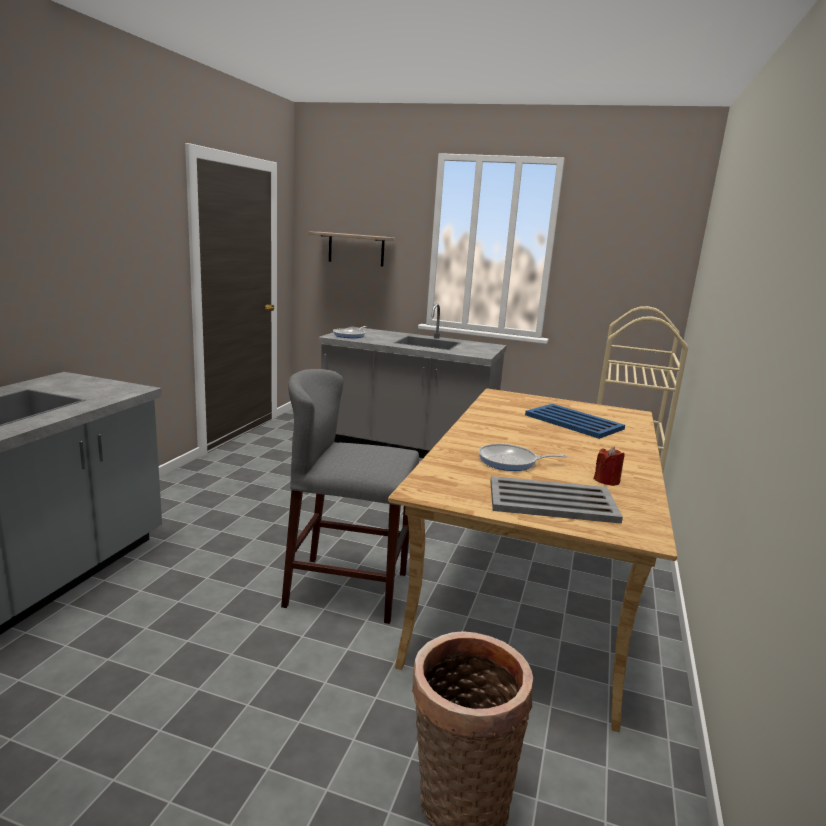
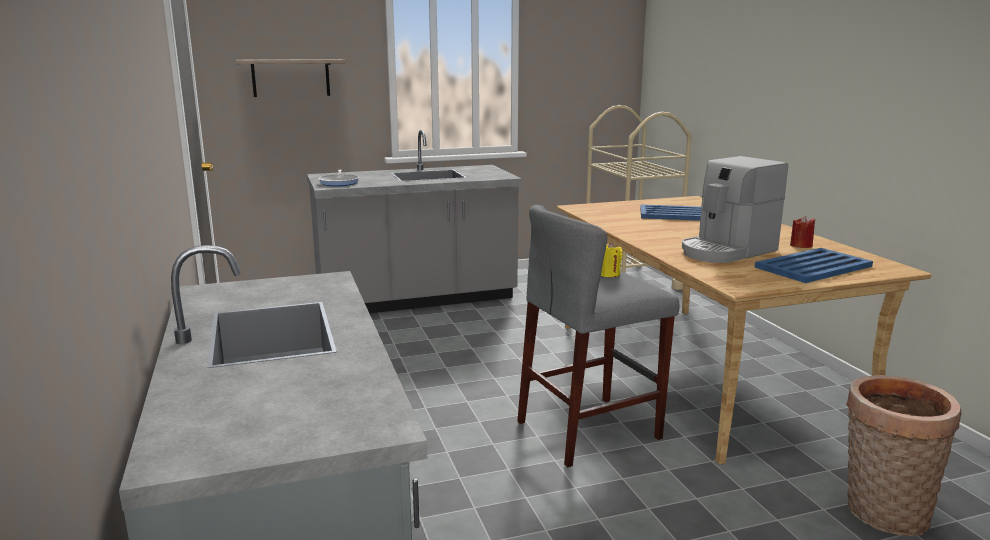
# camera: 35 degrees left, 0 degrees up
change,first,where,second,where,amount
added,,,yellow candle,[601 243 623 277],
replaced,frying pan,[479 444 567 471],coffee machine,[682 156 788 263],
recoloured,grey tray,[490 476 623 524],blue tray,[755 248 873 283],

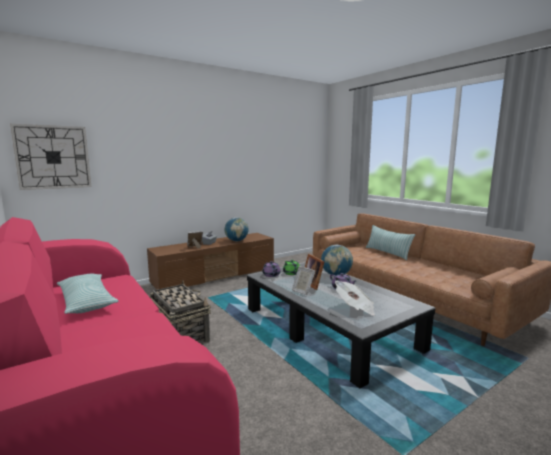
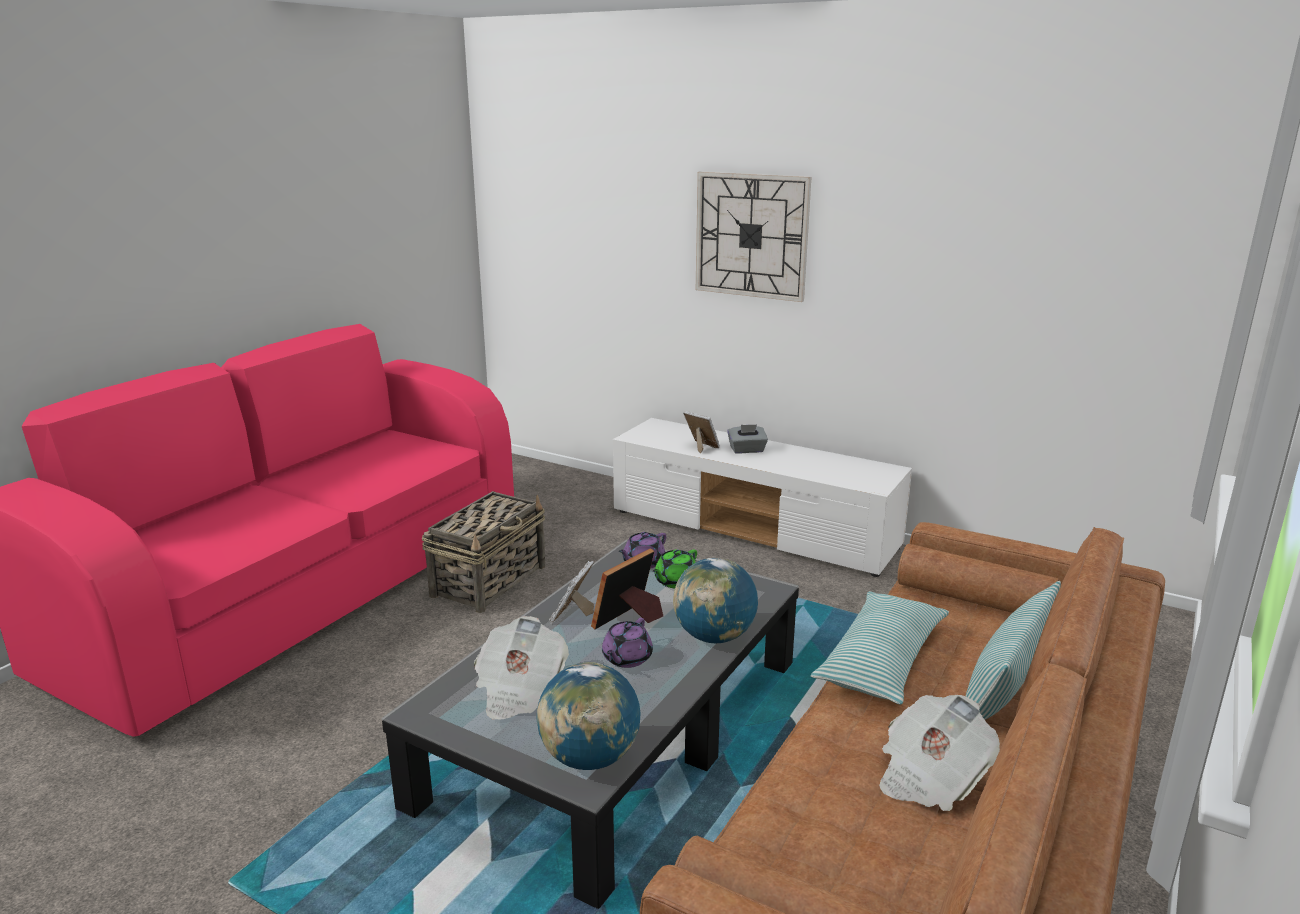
# camera: 65 degrees right, 10 degrees up
change,first,where,second,where,amount
moved,globe,[224 217 249 241],,[537 662 640 770],
recoloured,brown tv stand,[147 233 274 290],white tv stand,[613 418 912 577],
moved,wall clock,[10 124 91 190],,[696 171 811 302],
moved,pillow,[57 274 119 314],,[810 591 949 705],
added,,,newspaper,[879 695 1000 811],

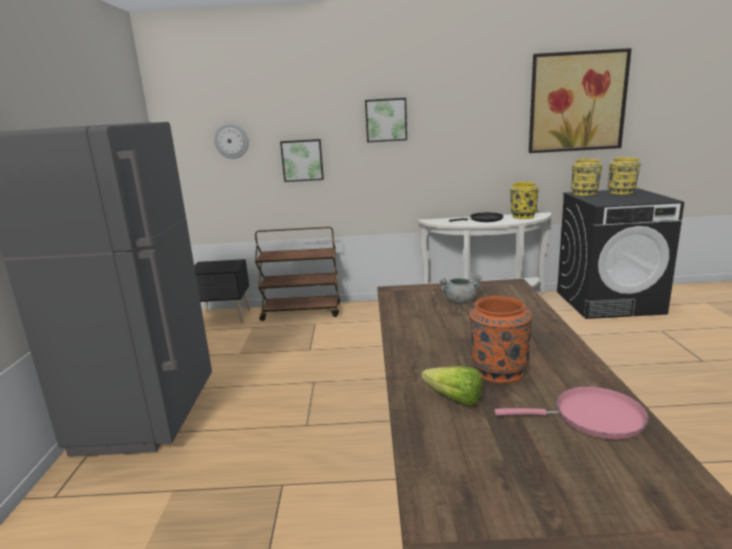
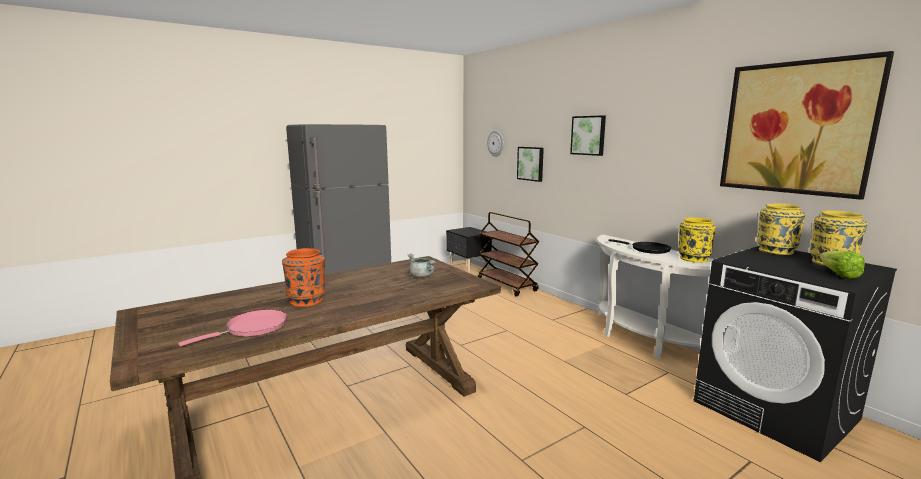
# camera: 55 degrees right, 5 degrees down
change,first,where,second,where,amount
turned,pink frying pan,[495 386 649 439],,[178 310 287 346],105 degrees counterclockwise
moved,lettuce,[422 366 483 406],,[820 251 865 279],

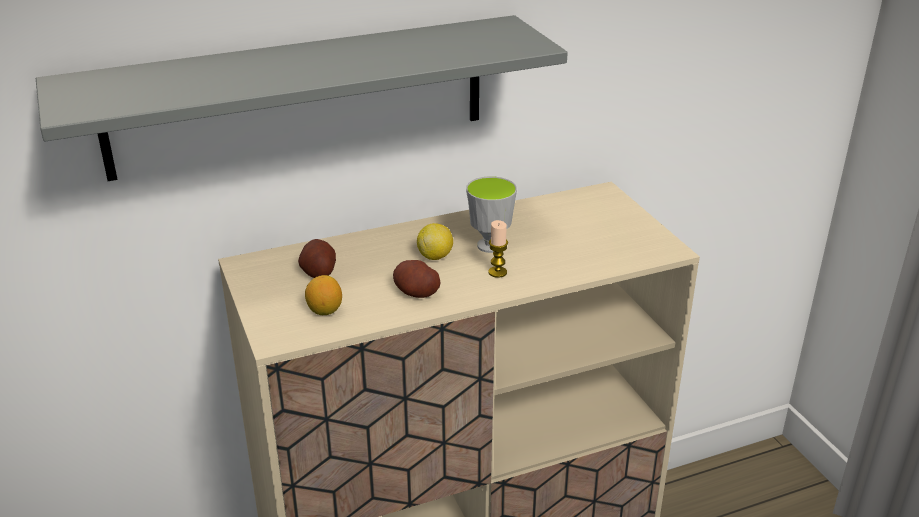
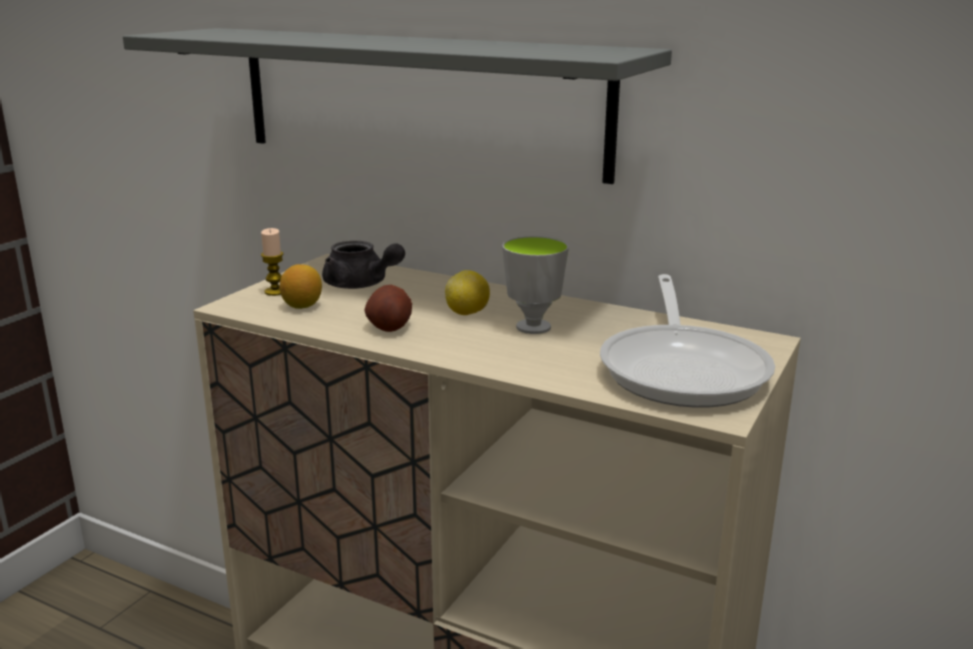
# camera: 50 degrees right, 10 degrees down
change,first,where,second,where,amount
moved,candle,[488 220 508 278],,[261 228 283 296],
replaced,potato,[298 239 336 278],grey teapot,[322 241 405 289],
added,,,frying pan,[600 274 775 408],

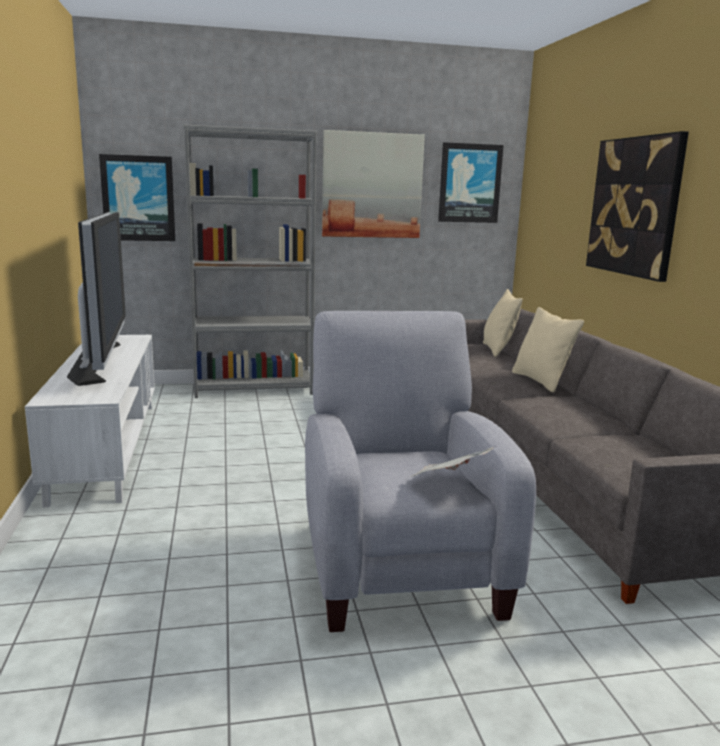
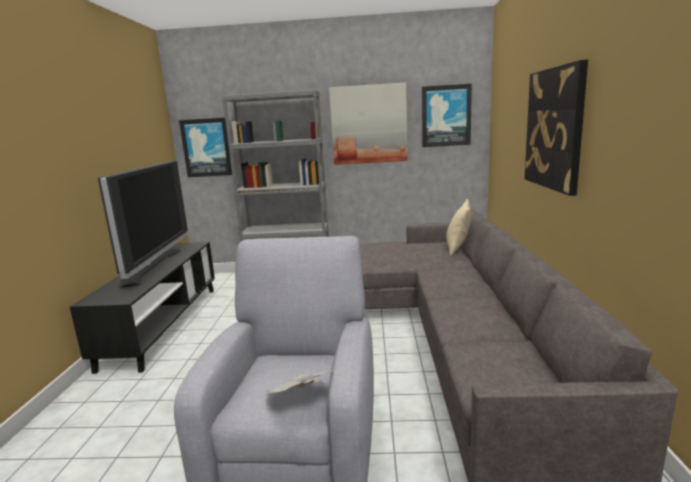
# camera: 15 degrees right, 0 degrees up
change,first,where,second,where,amount
recoloured,white tv stand,[25 335 155 507],black tv stand,[70 242 215 374],
removed,beige pillow,[512 307 584 392],,,

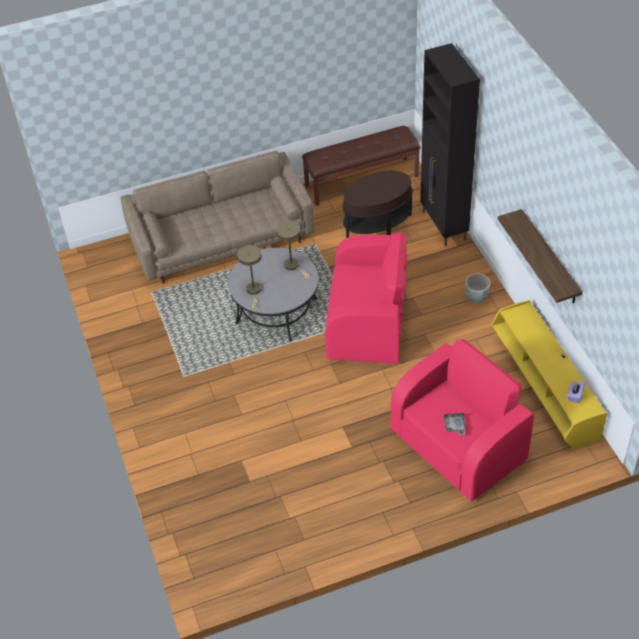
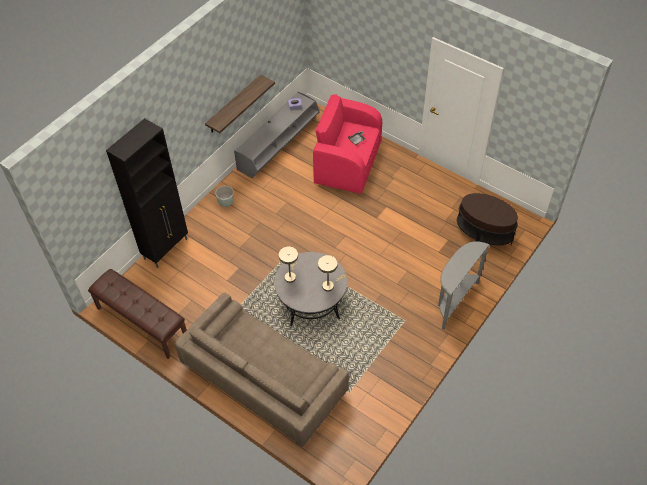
# camera: 125 degrees left, 5 degrees up
change,first,where,second,where,amount
recoloured,yellow tv stand,[492 300 607 450],grey tv stand,[234 91 320 179],
added,,,grey console table,[438 241 490 330],
moved,brown side table,[342 171 413 238],,[457 193 518 245],
removed,pink armchair,[325 232 408 364],,,

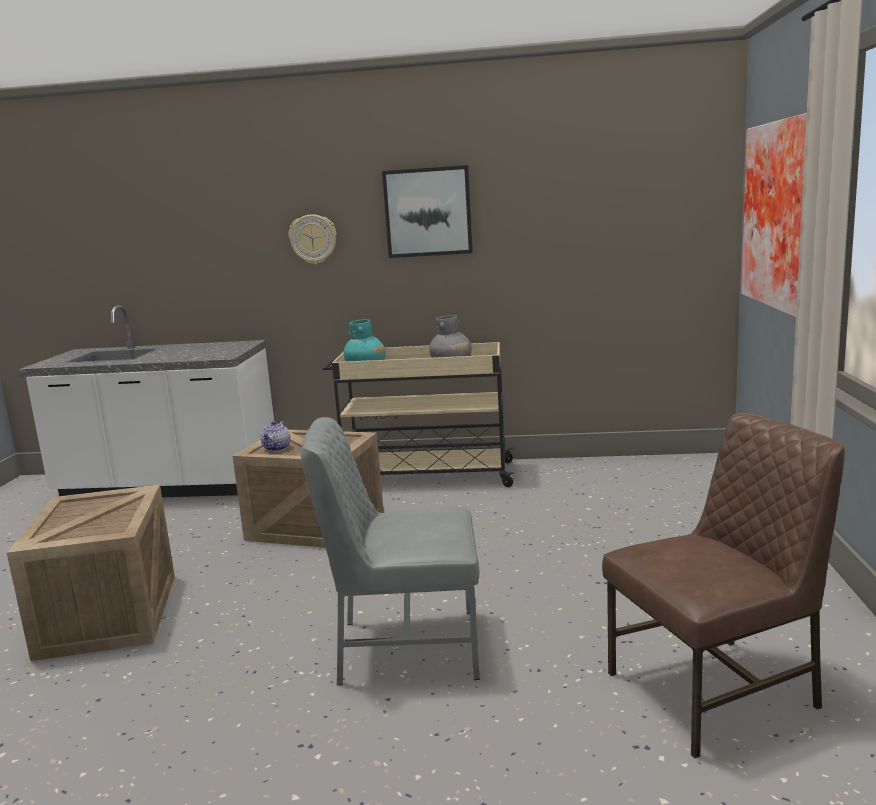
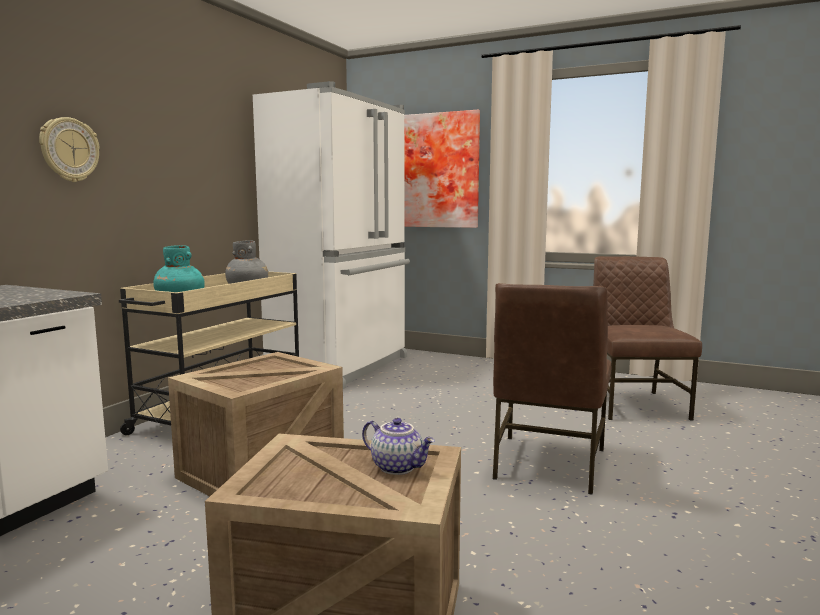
# camera: 70 degrees left, 5 degrees down
change,first,where,second,where,amount
added,,,white fridge,[253 81 410 389],
moved,teapot,[261 421 291 452],,[362 418 435 475],
recoloured,grey chair,[301 417 480 685],brown chair,[493 283 611 495],
removed,picture,[382 165 473 258],,,

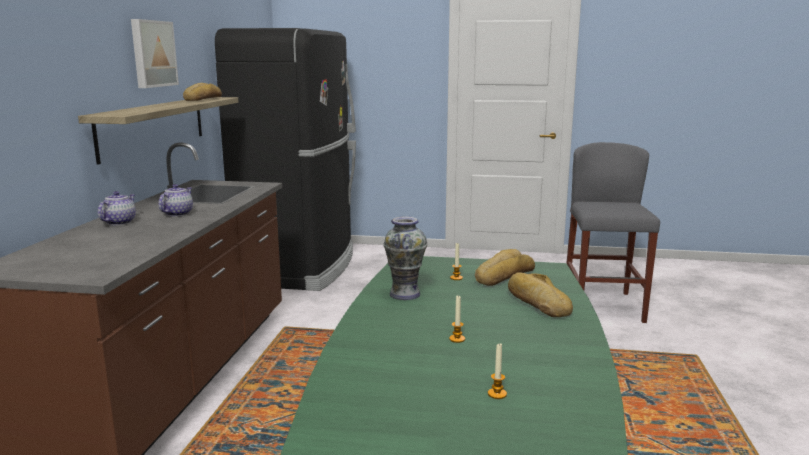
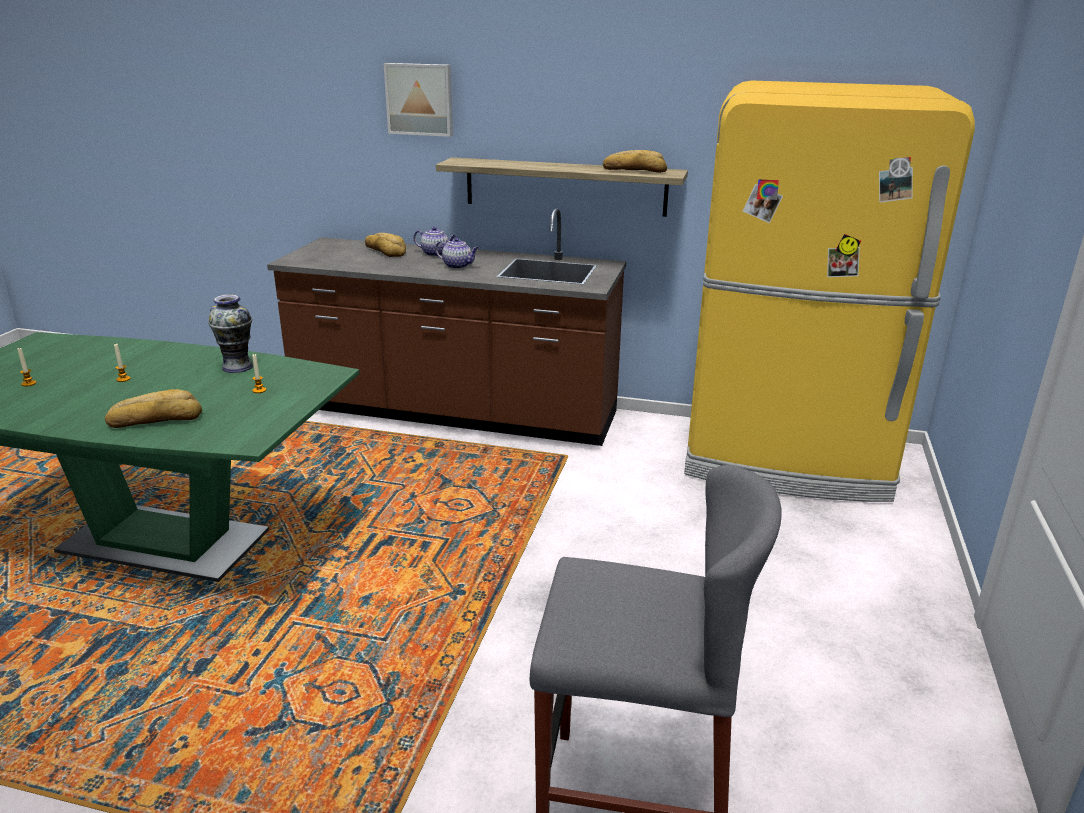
# camera: 95 degrees right, 10 degrees up
change,first,where,second,where,amount
moved,bread,[475 249 535 286],,[365 233 406 257],
moved,picture,[131 19 179 88],,[384 63 453 137],
recoloured,black fridge,[215 28 356 291],yellow fridge,[684 81 975 502],

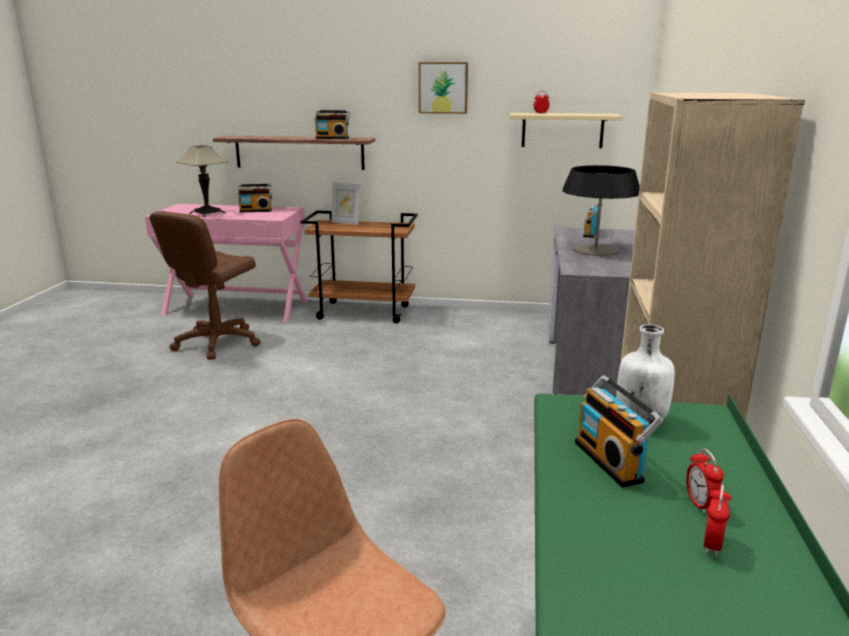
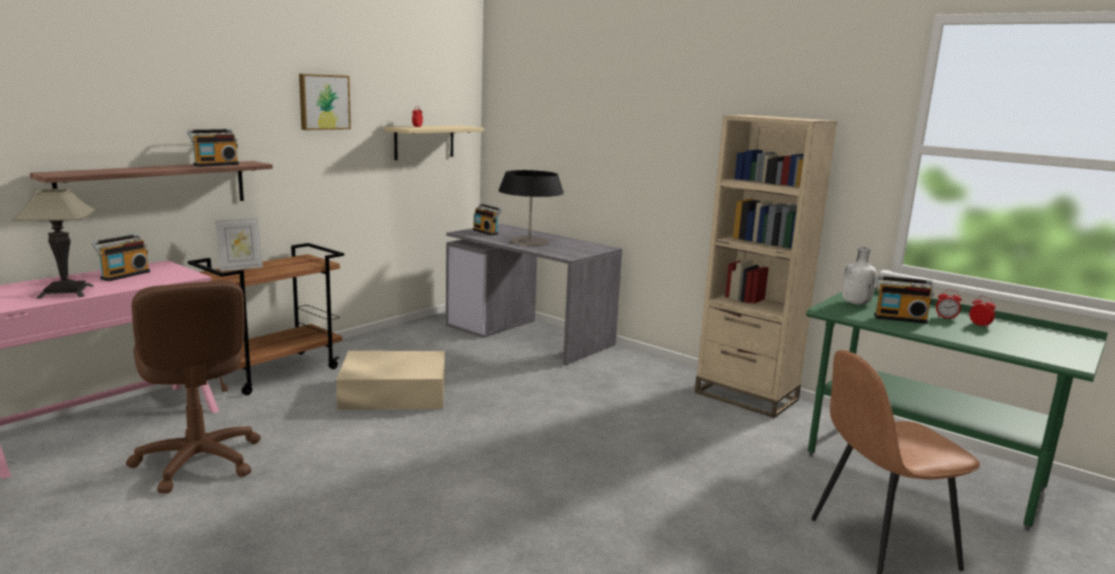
# camera: 60 degrees left, 5 degrees down
change,first,where,second,where,amount
added,,,beige storage box,[336 351 445 410],

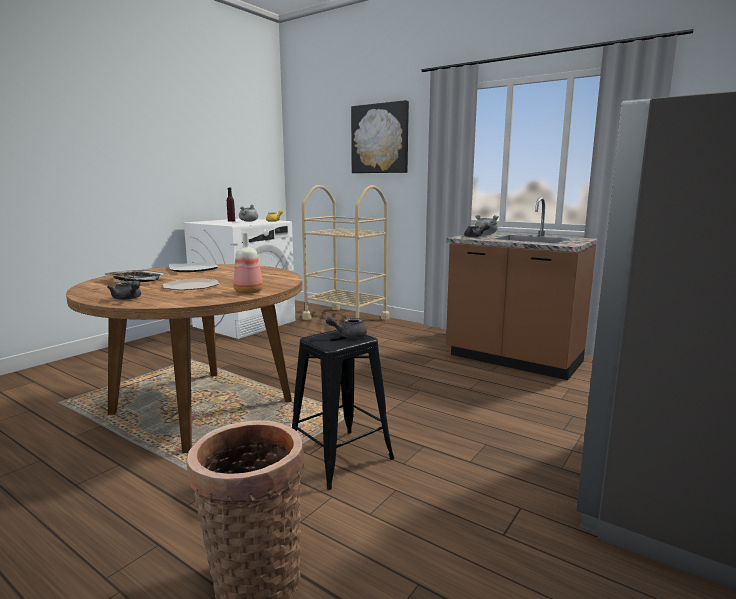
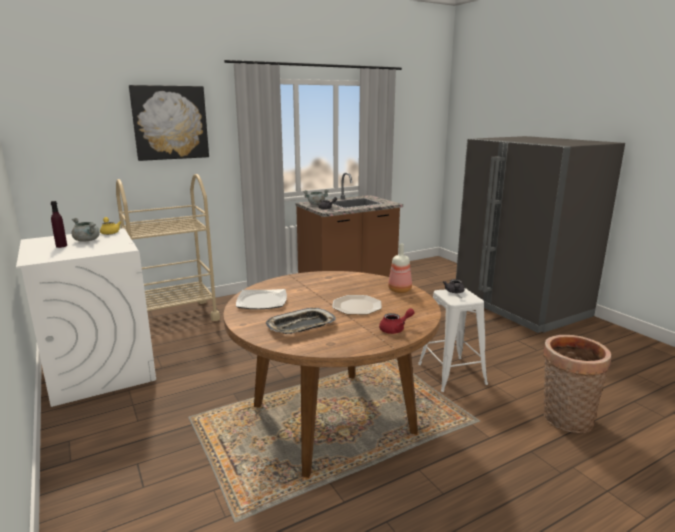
# camera: 65 degrees left, 5 degrees up
change,first,where,second,where,amount
recoloured,grey teapot,[107 281 141 300],red teapot,[379 308 415 334],
recoloured,black stool,[292 330 395 490],white stool,[418 288 488 392],

